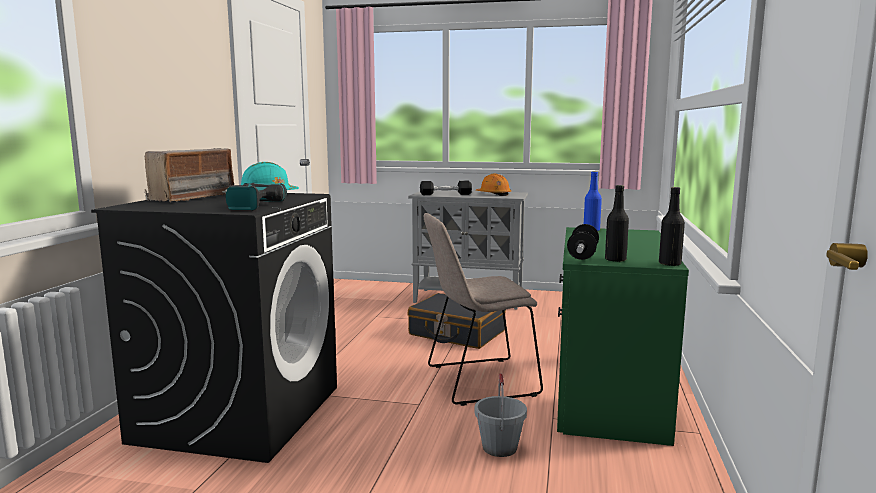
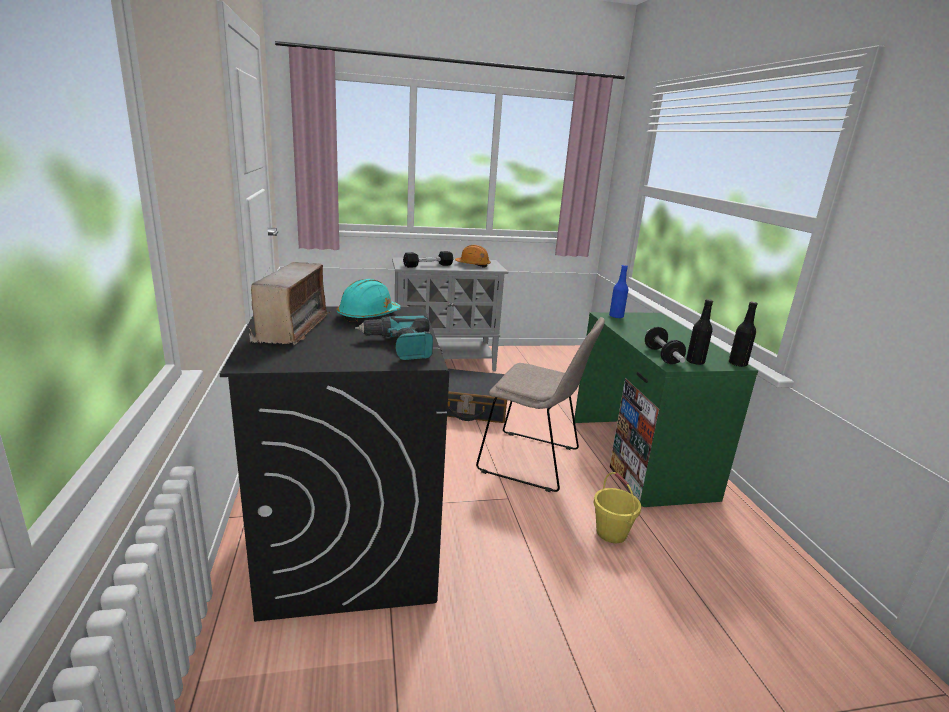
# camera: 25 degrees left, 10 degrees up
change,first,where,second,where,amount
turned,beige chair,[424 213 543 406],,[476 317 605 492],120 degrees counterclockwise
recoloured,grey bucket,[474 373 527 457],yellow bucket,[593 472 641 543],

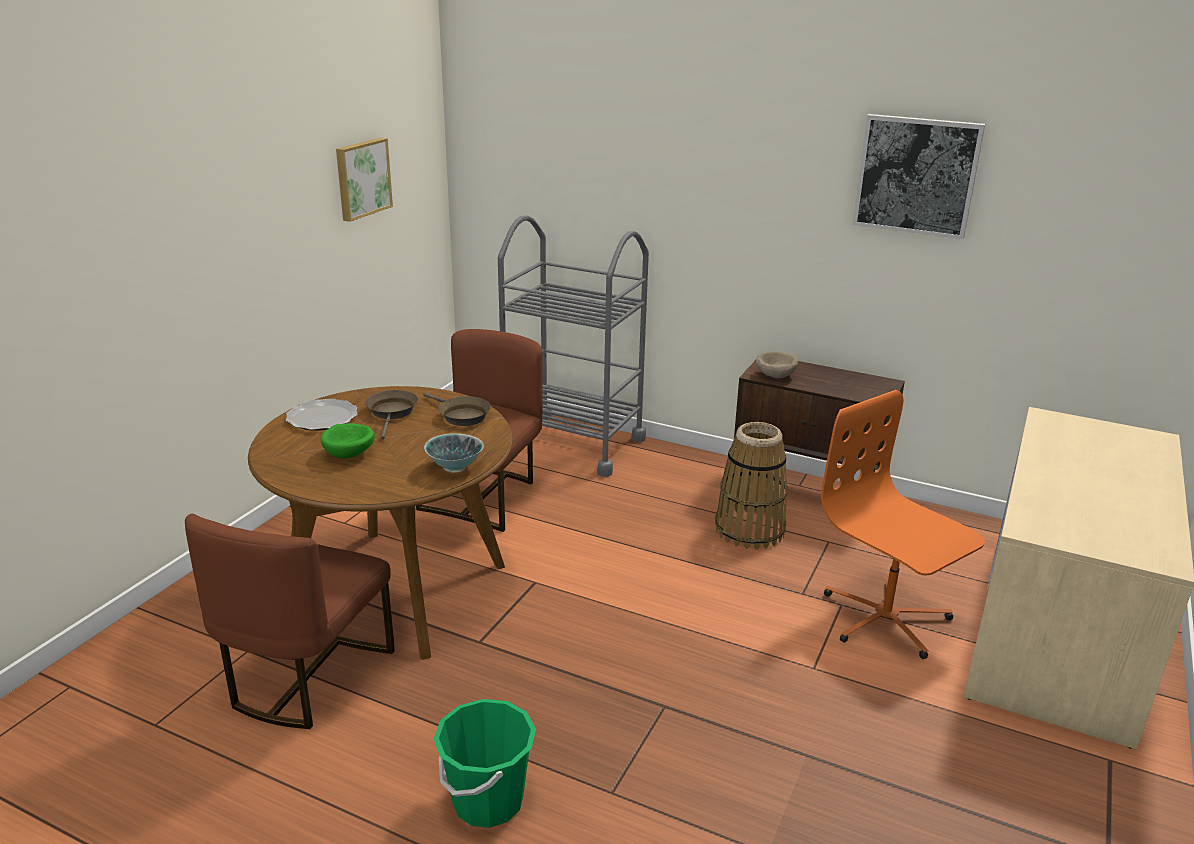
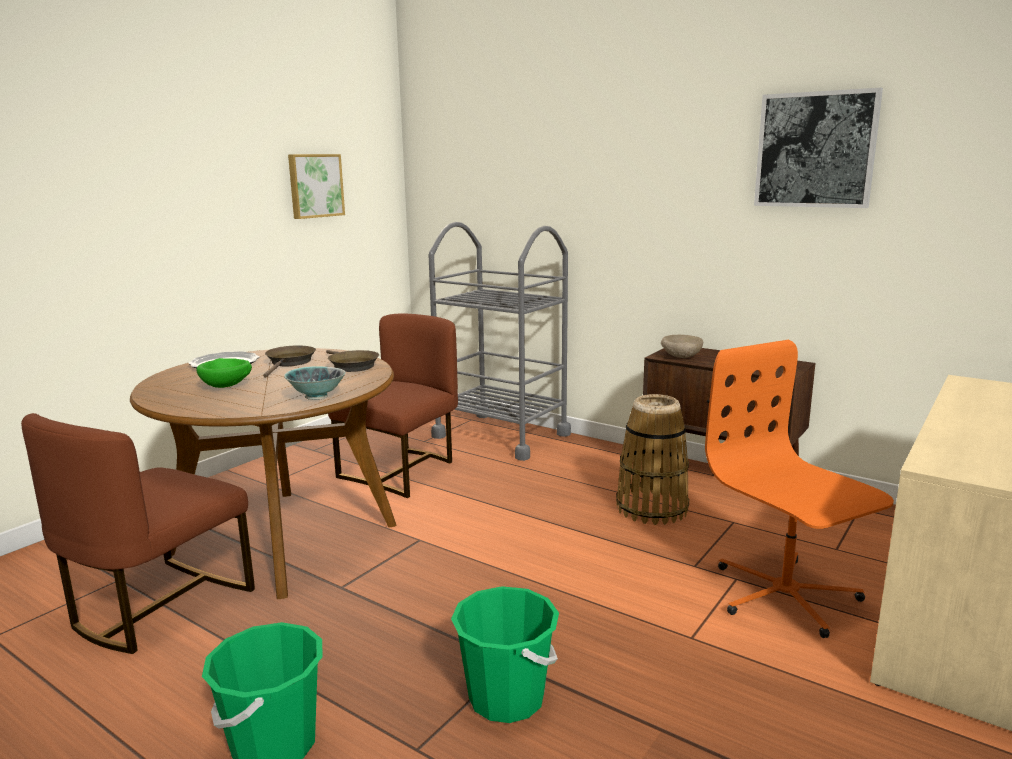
# camera: 10 degrees right, 10 degrees down
change,first,where,second,where,amount
added,,,green bucket,[451 586 559 723],

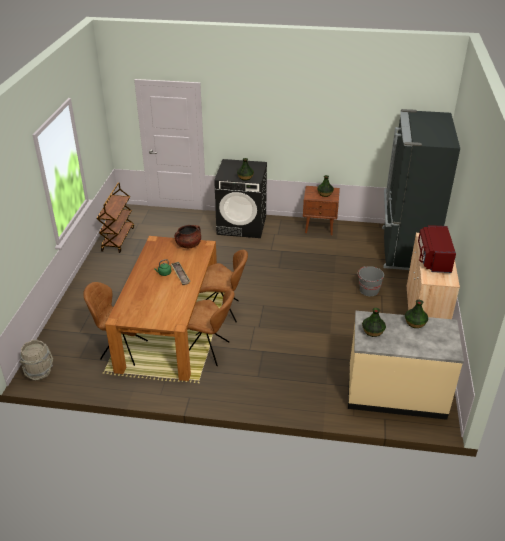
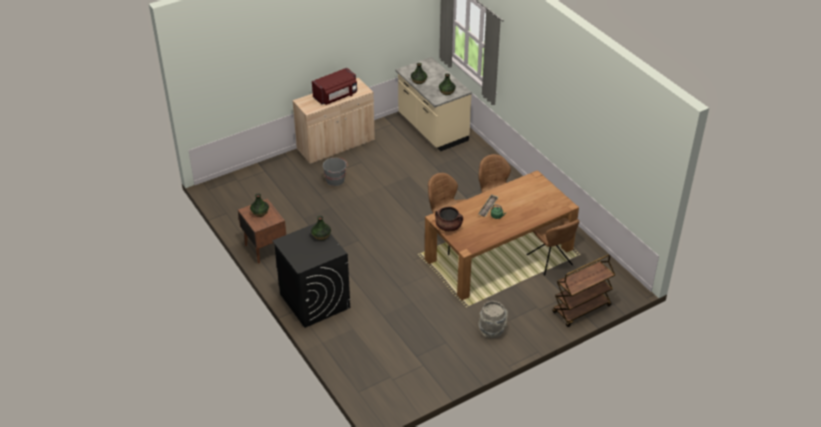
# camera: 130 degrees left, 5 degrees up
change,first,where,second,where,amount
moved,grey bucket,[19 340 53 380],,[478 301 508 338],
moved,brown cart,[97 182 134 253],,[553 254 615 327],
removed,black fridge,[382 109 460 270],,,

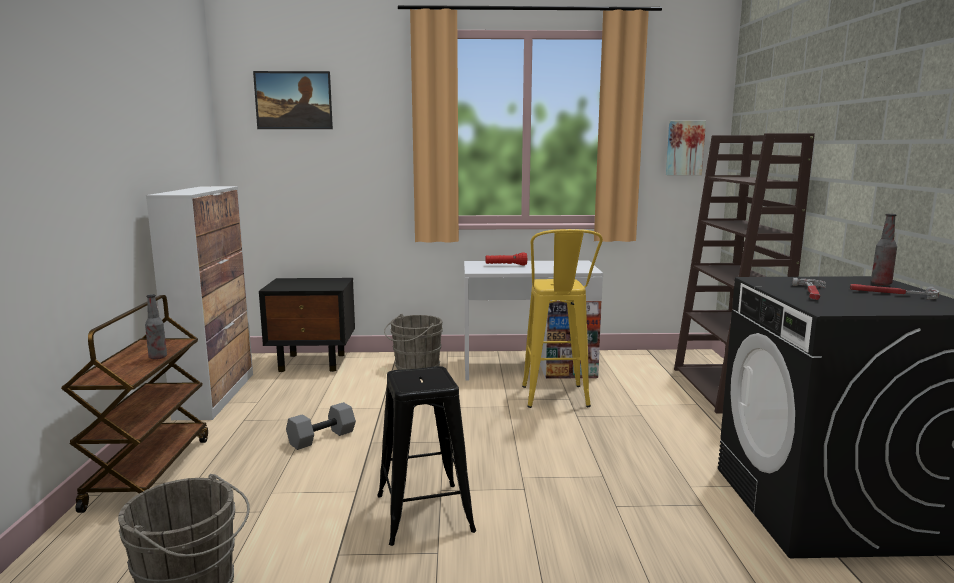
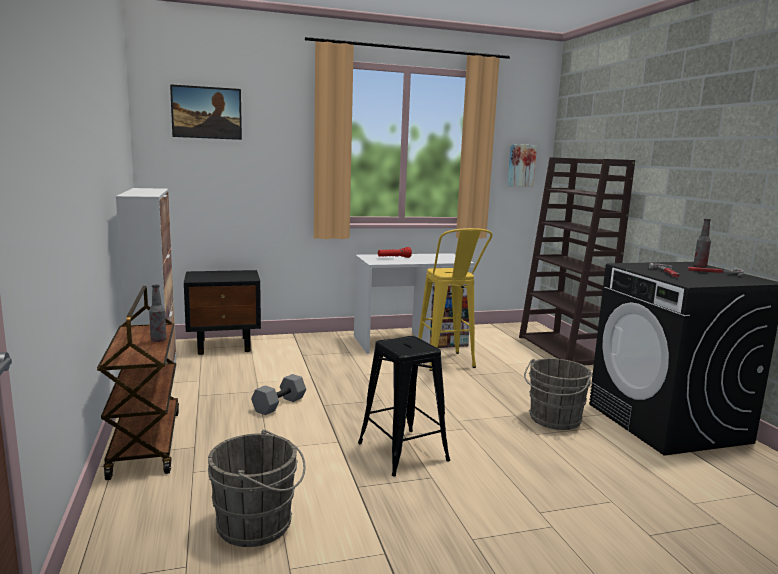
# camera: 15 degrees left, 0 degrees up
change,first,where,second,where,amount
moved,grey bucket,[384 314 443 370],,[524 358 593 430],

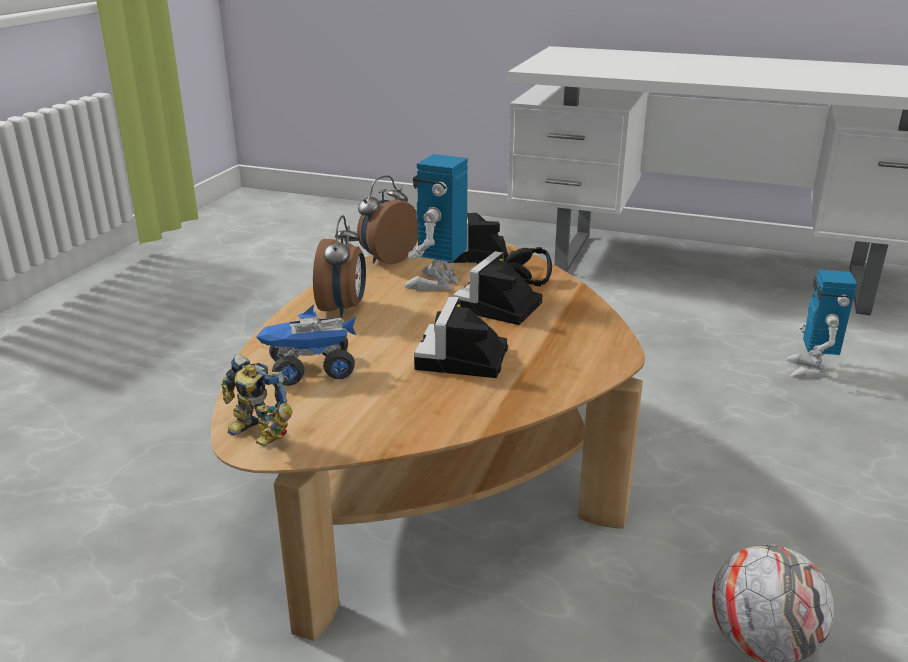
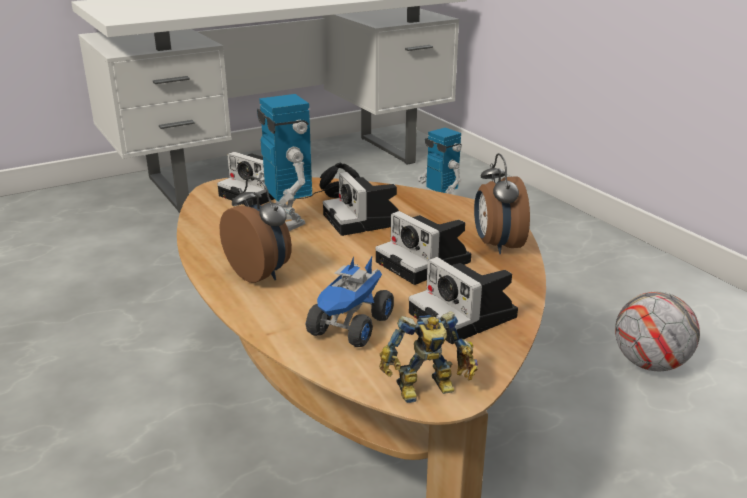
# camera: 50 degrees left, 0 degrees up
change,first,where,second,where,amount
added,,,photo camera,[409 257 518 344],
moved,alarm clock,[357 176 418 264],,[474 153 530 254],

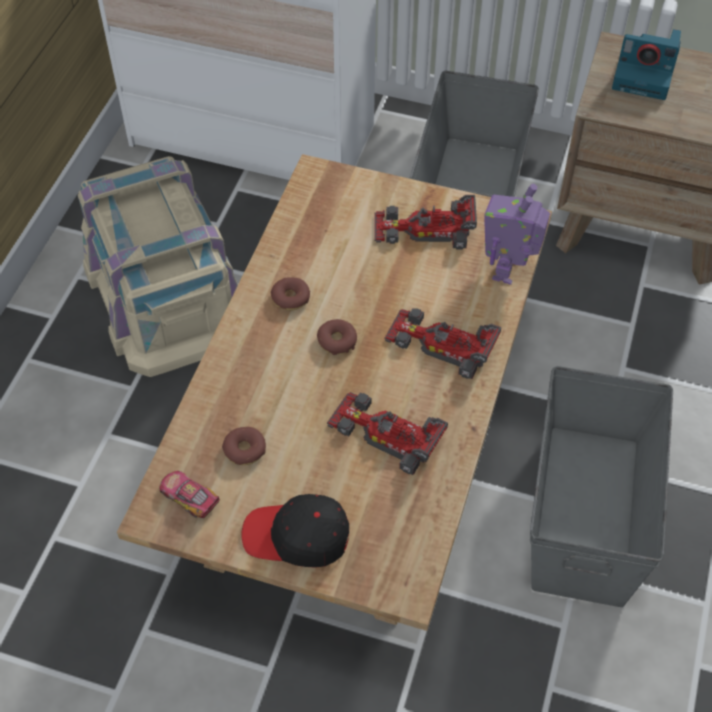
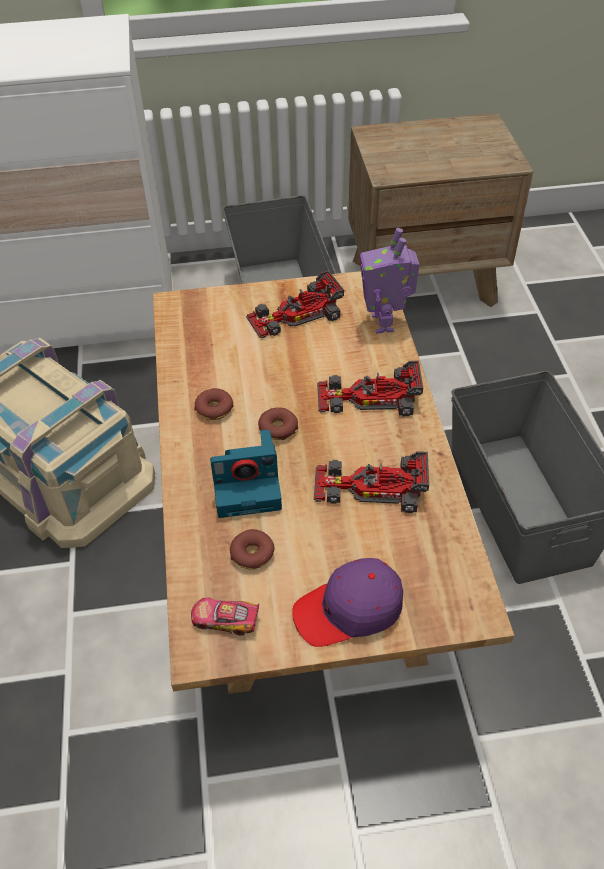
# camera: 25 degrees left, 5 degrees down
change,first,where,second,where,amount
moved,photo camera,[612 29 681 100],,[210 429 282 518],
recoloured,black cap,[241 494 349 568],purple cap,[292 558 403 647],

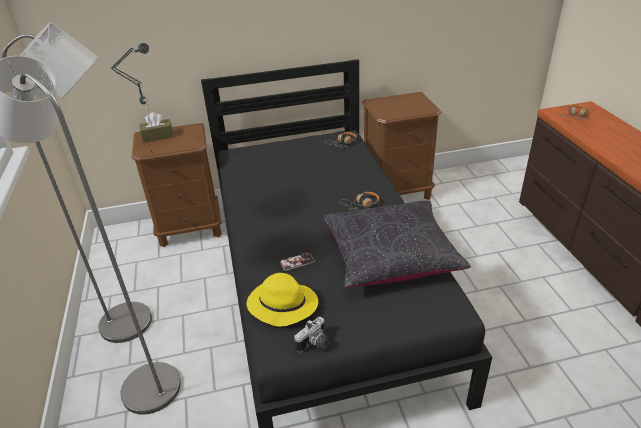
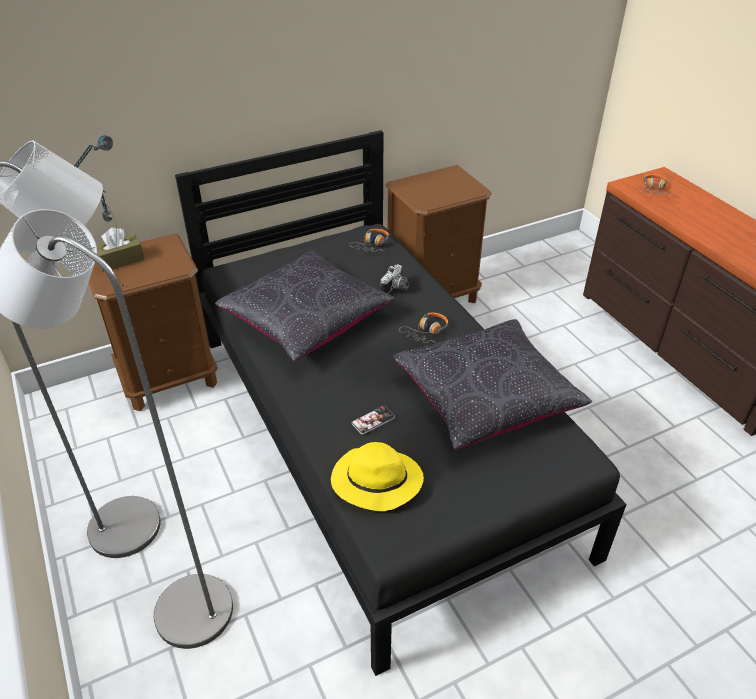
# camera: 15 degrees left, 5 degrees up
change,first,where,second,where,amount
added,,,black pillow,[215 250 394 361],
moved,photo camera,[294 317 330 352],,[380 264 410 294],

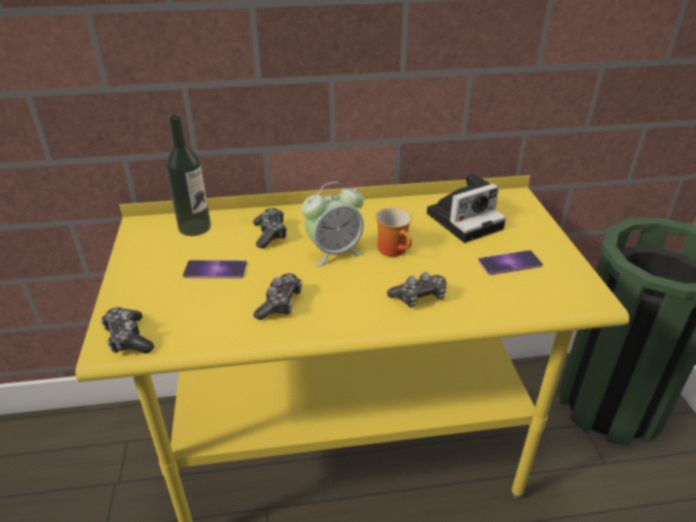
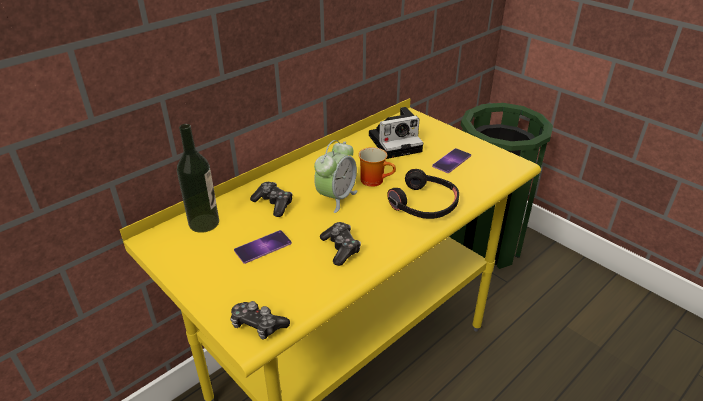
# camera: 35 degrees left, 0 degrees up
change,first,where,second,where,amount
turned,photo camera,[427 173 506 243],,[369 107 423 159],45 degrees clockwise
replaced,game controller,[387 272 447 308],black headphones,[388 169 459 219],

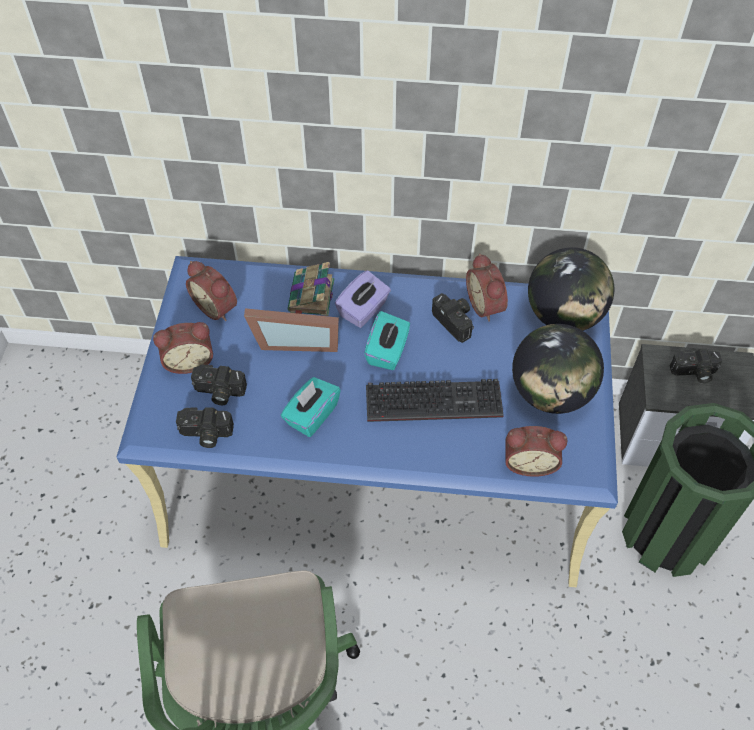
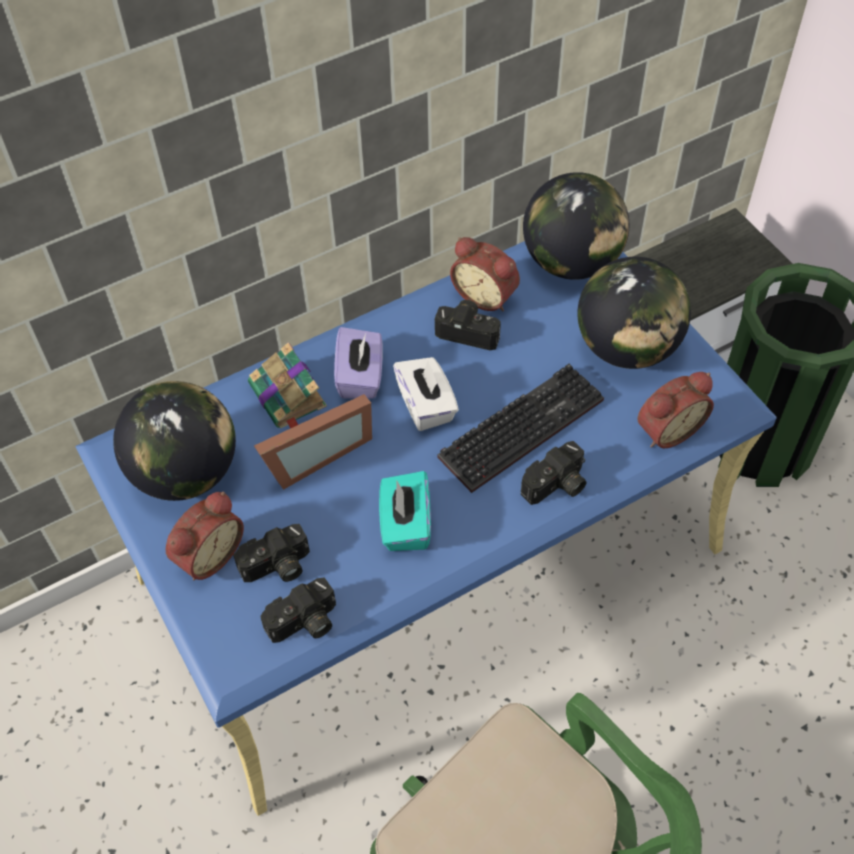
# camera: 35 degrees left, 0 degrees up
change,first,where,second,where,amount
replaced,alarm clock,[186 261 237 321],globe,[113 381 236 501],
recoloured,turquoise tissue box,[364 311 410 370],white tissue box,[393 357 459 431],
moved,photo camera,[670 349 722 384],,[521 441 586 505],

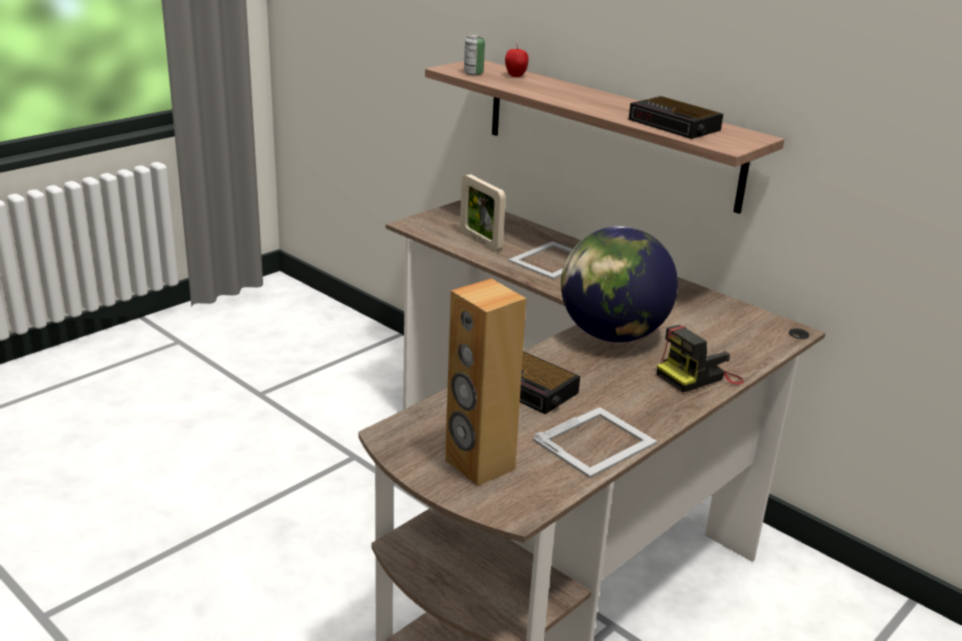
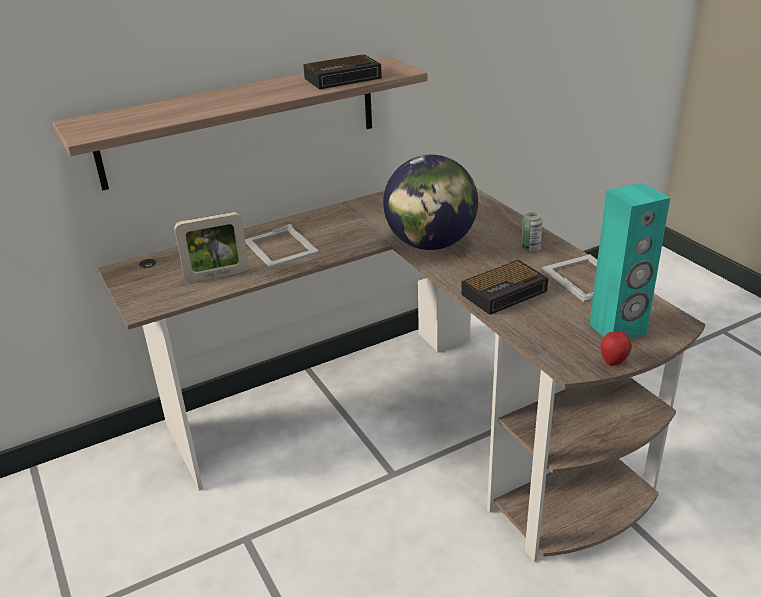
# camera: 70 degrees left, 5 degrees up
change,first,where,second,where,amount
moved,can,[464 34 485 76],,[521 213 543 253],
recoloured,brown speaker,[445 278 526 486],turquoise speaker,[589 183 670 339],
moved,apple,[505 44 529 77],,[601 331 632 365],
removed,photo camera,[657 325 744 392],,,

